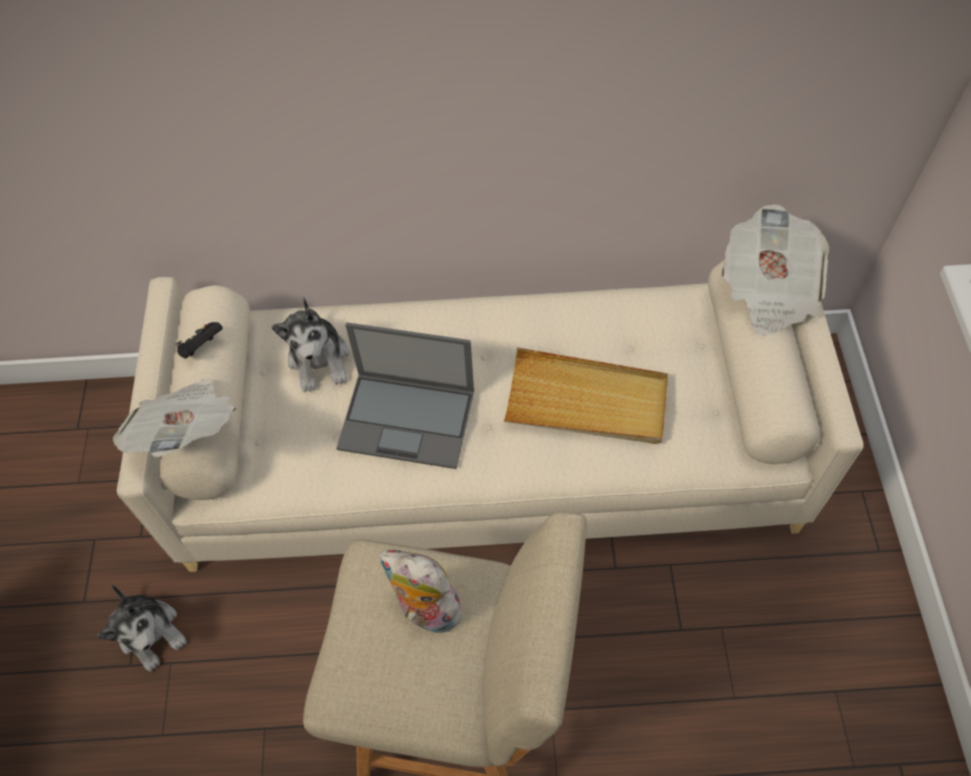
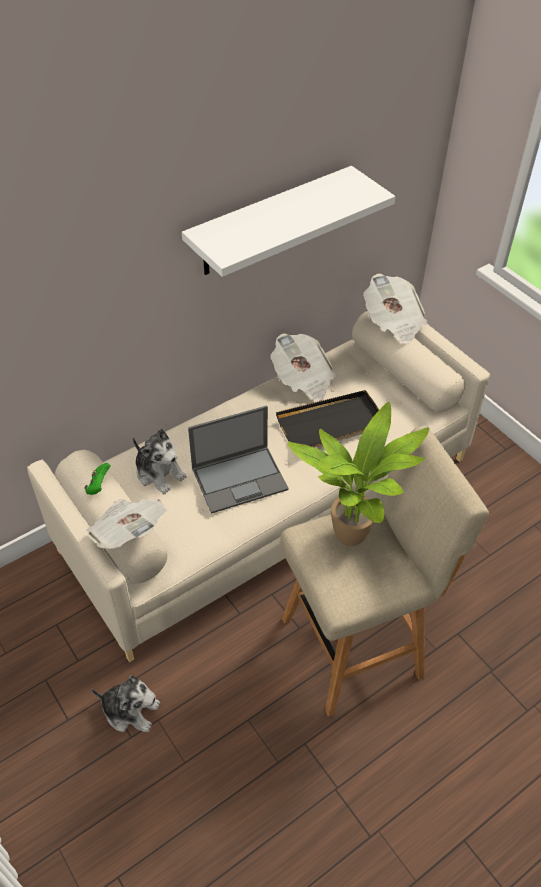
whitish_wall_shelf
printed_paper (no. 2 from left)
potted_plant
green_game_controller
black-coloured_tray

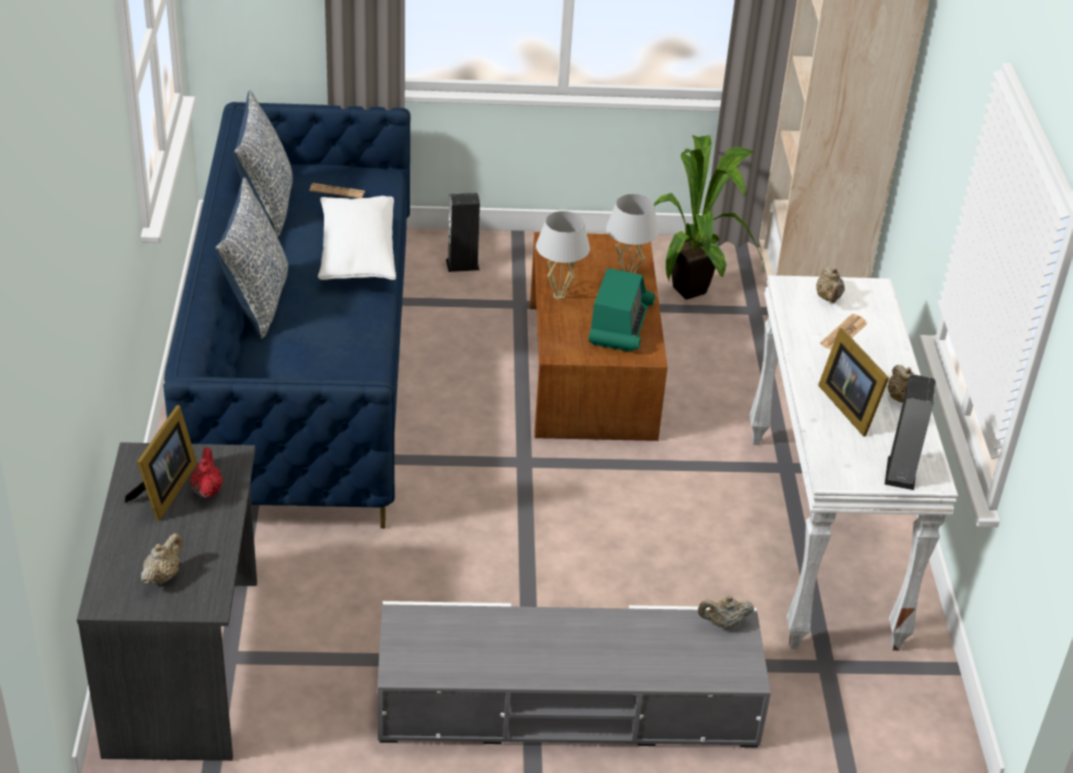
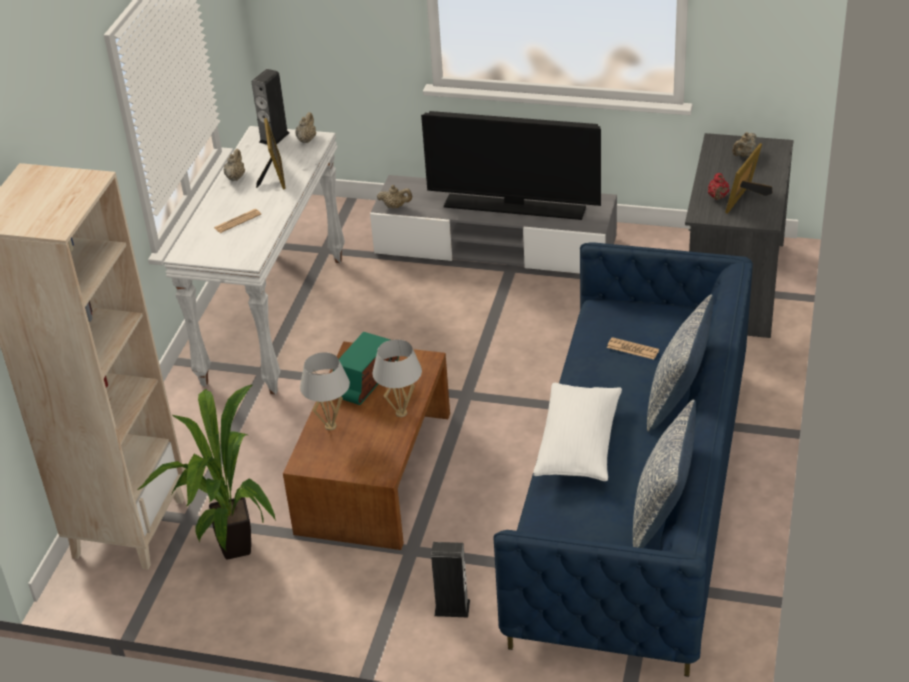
TV
printed_paper (no. 2 from left)
sand-coloured_teapot (no. 2 from left)

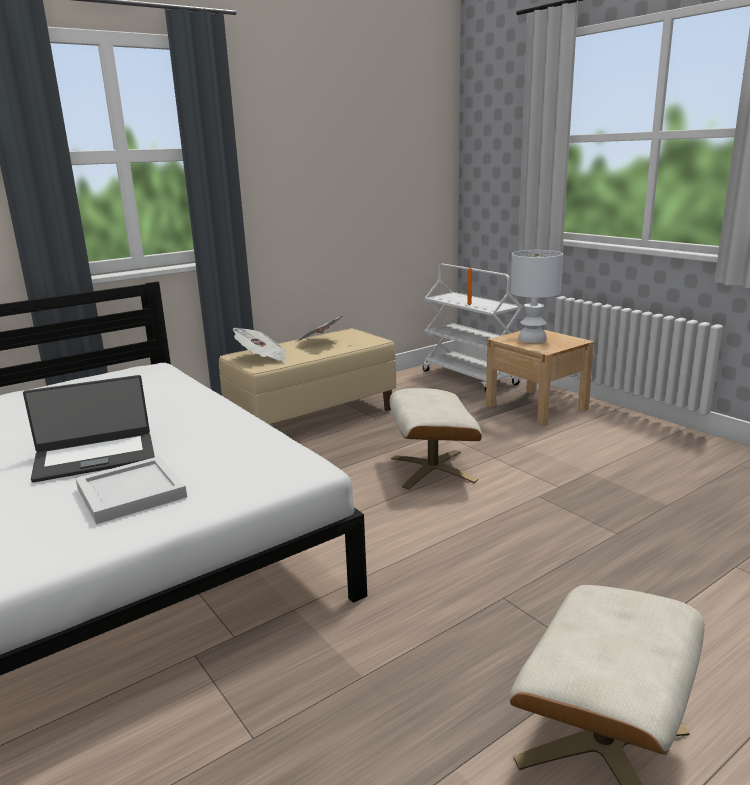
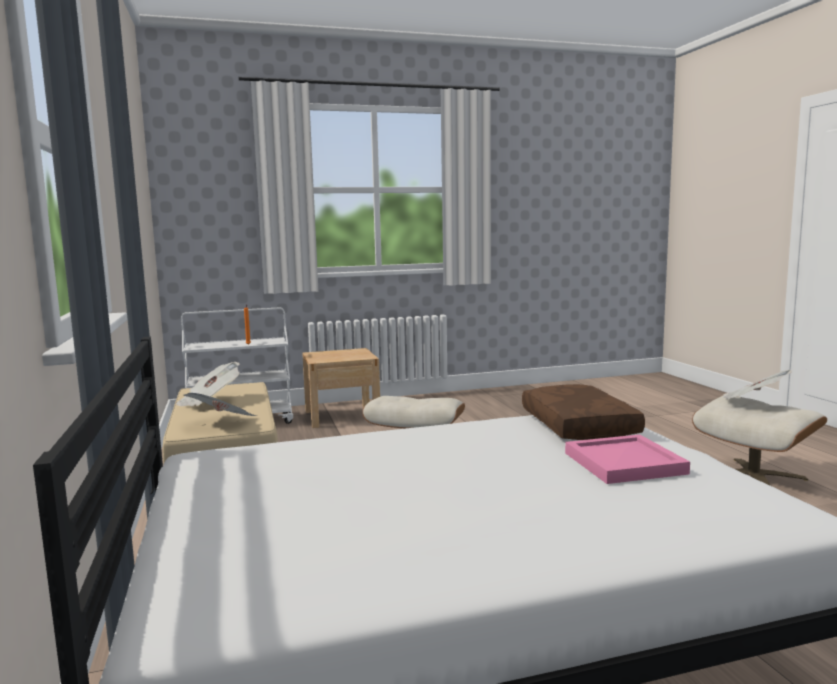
laptop
whitish_table_lamp
brownish_throw_pillow
printed_paper (no. 3 from left)
pink-coloured_tray

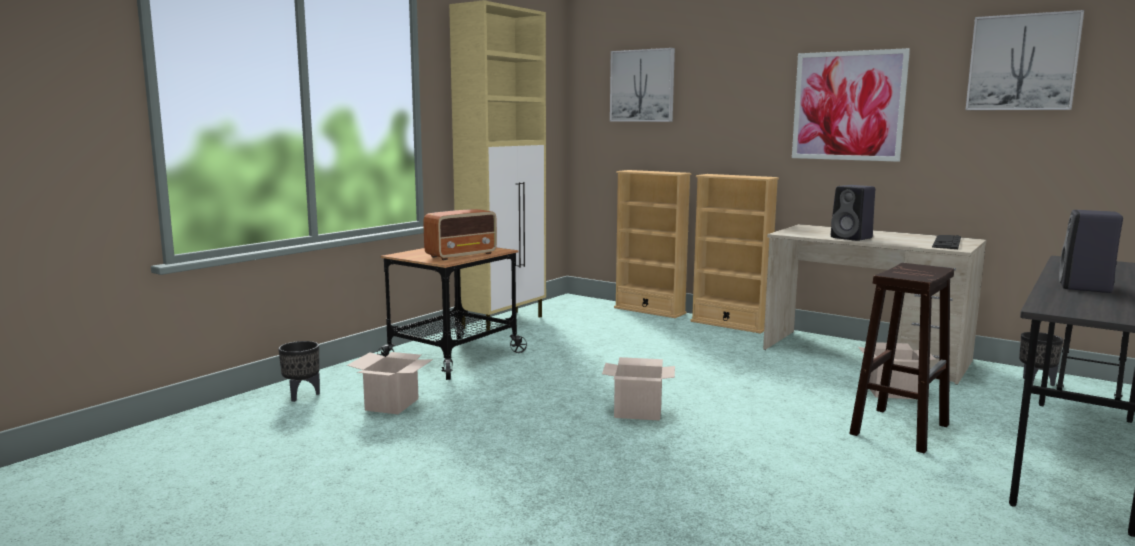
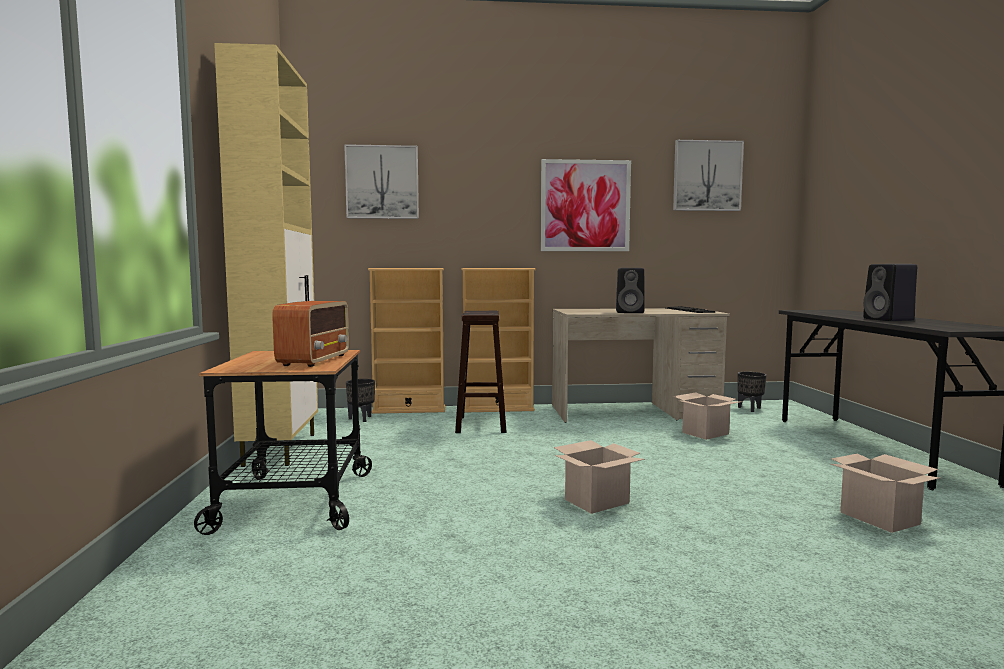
black-coloured_flower_pot (no. 1 from left)
carton (no. 3 from left)
brownish_stool

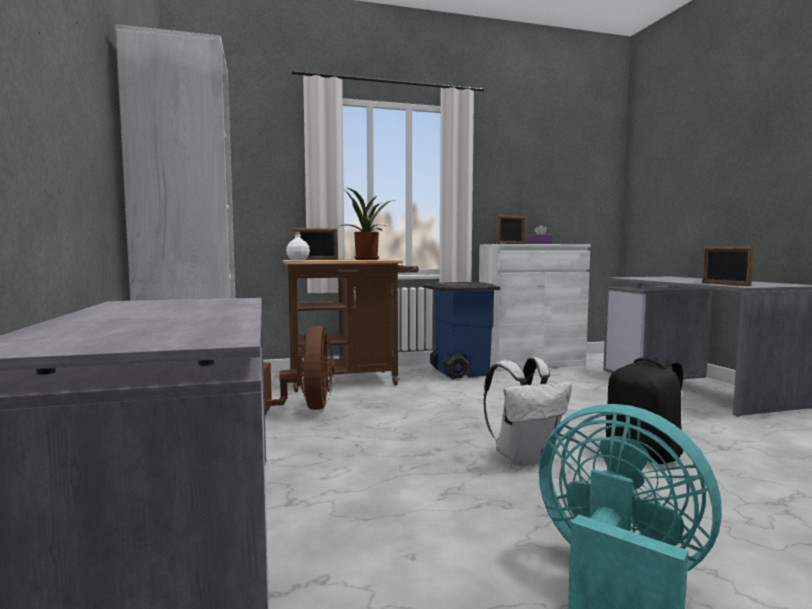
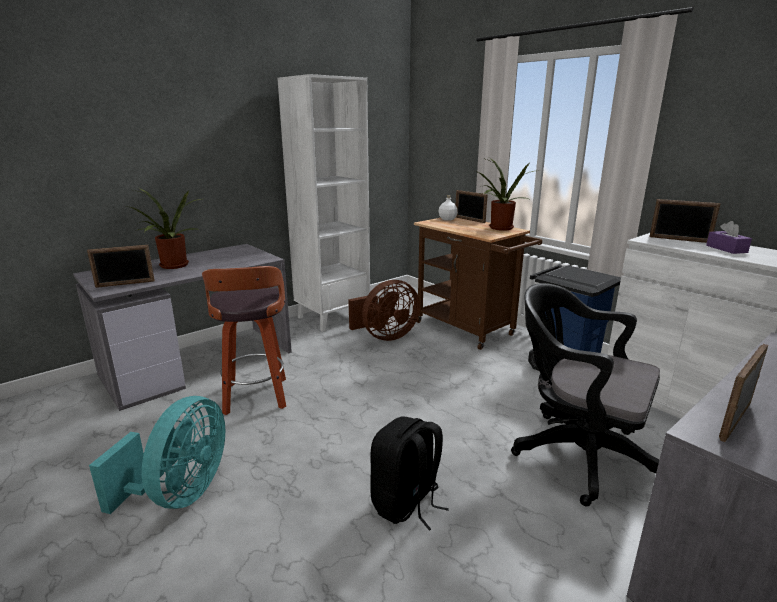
whitish_knapsack
picture_frame (no. 1 from left)
potted_plant (no. 1 from left)
stool
black-coloured_desk_chair

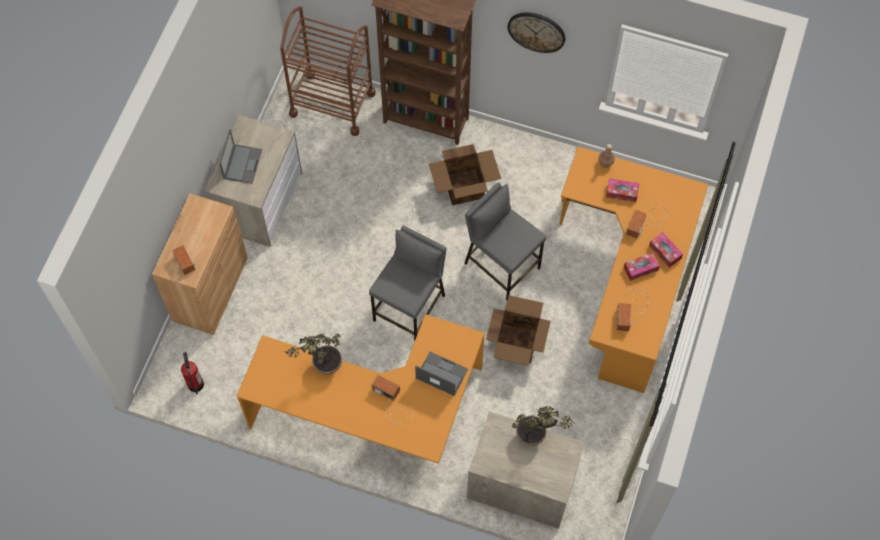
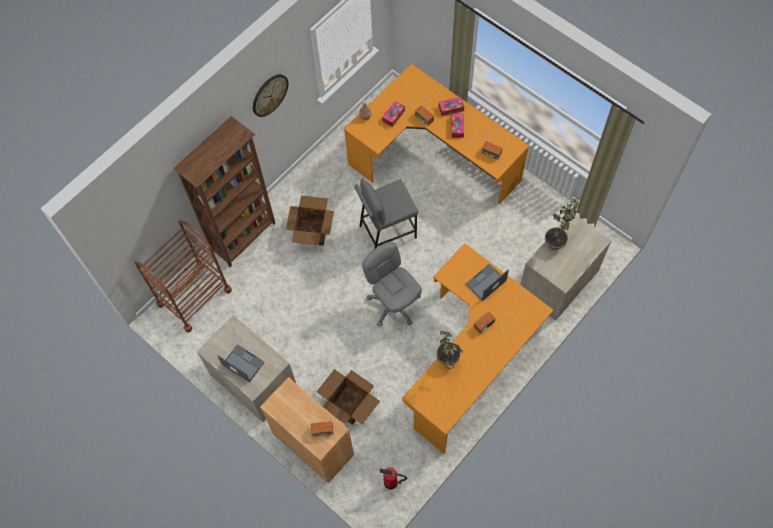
carton (no. 2 from left)
gray_desk_chair

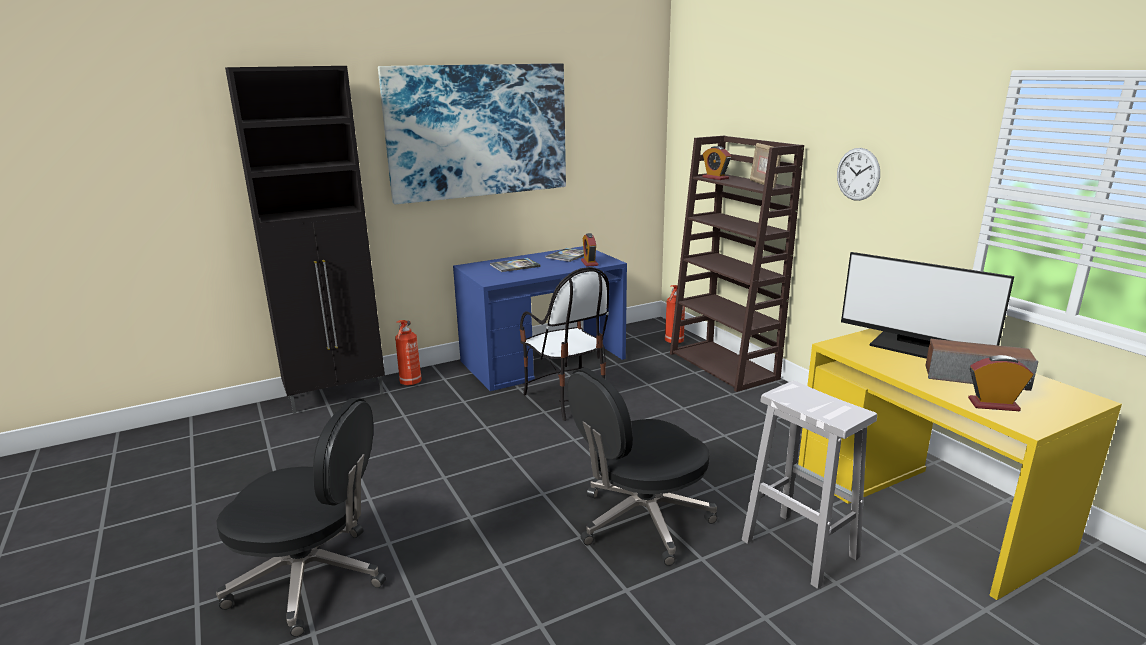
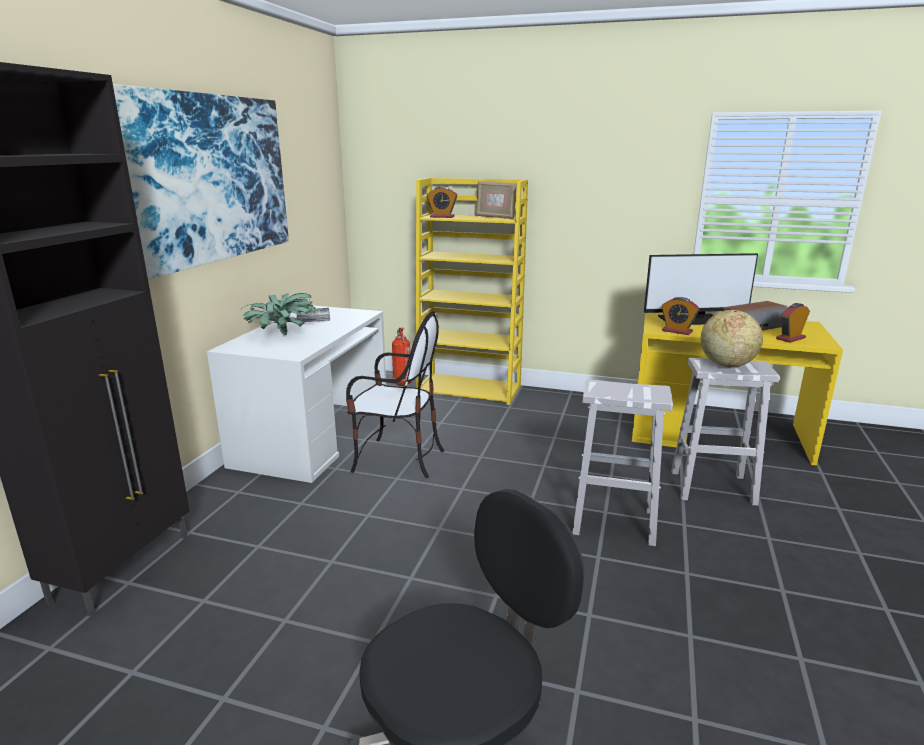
extinguisher (no. 1 from left in the first image)
wall_clock
world_globe
bedside_clock (no. 2 from left)
potted_plant
whitish_stool (no. 1 from left)
whitish_desk_unit
yellow_bookcase

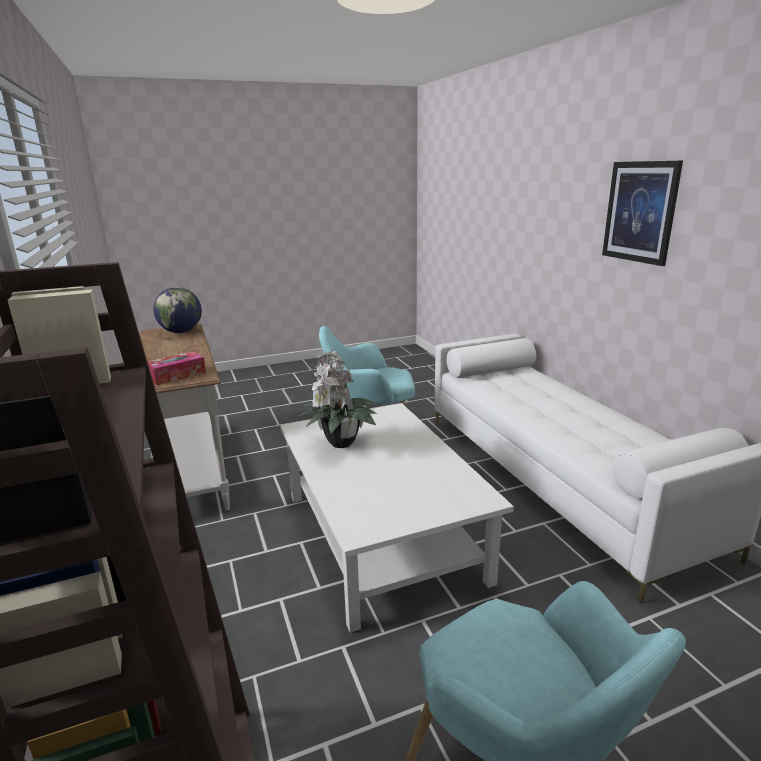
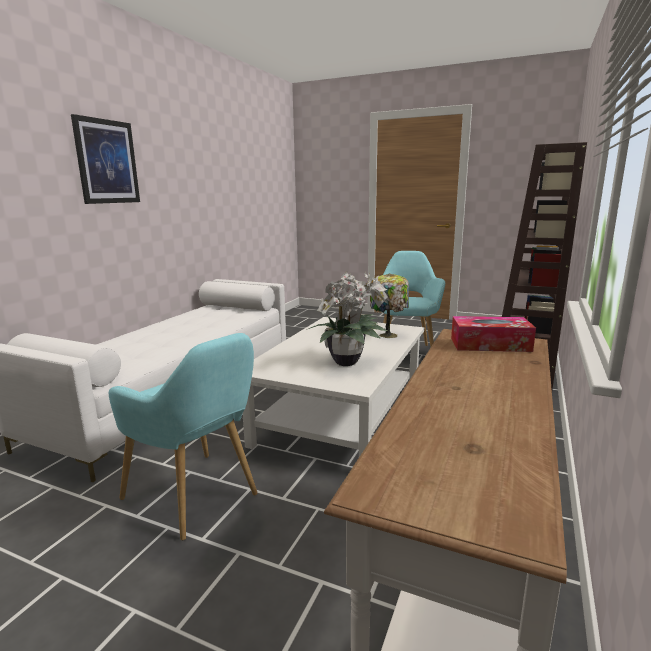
world_globe
table_lamp

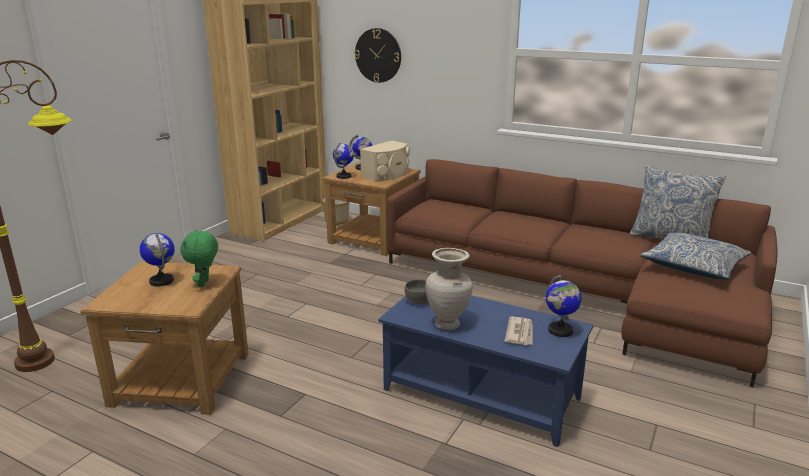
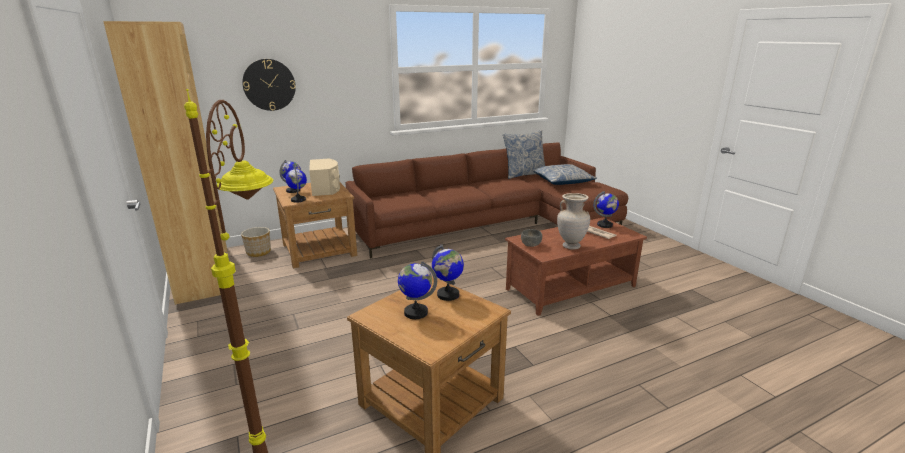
world_globe (no. 4 from left)
brownish_lounge_table

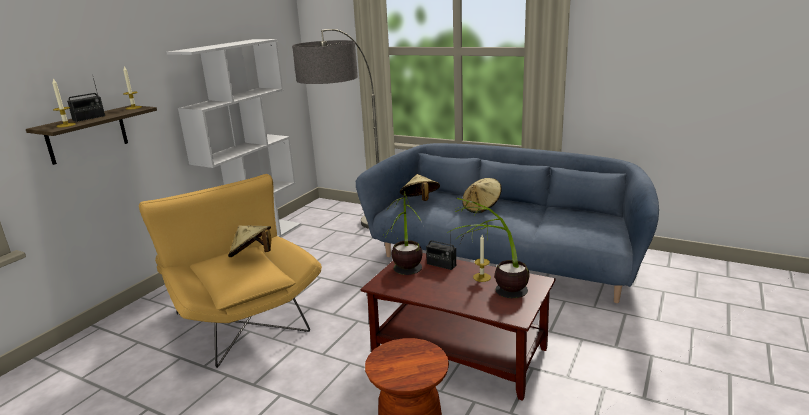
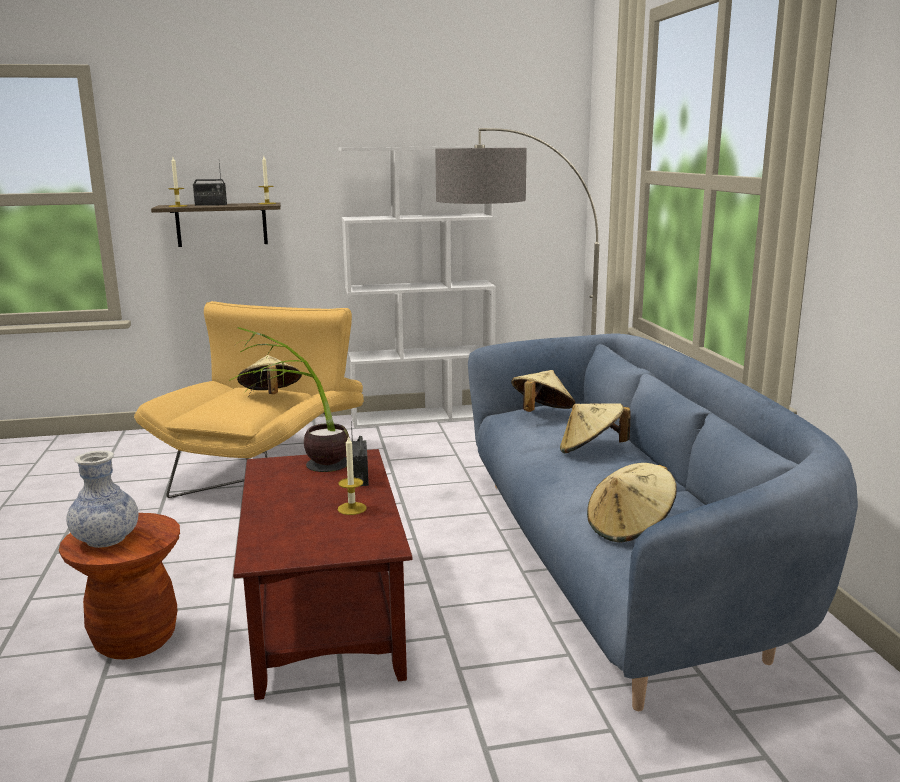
potted_plant (no. 2 from left in the first image)
vase
sand-coloured_hat (no. 4 from left)

